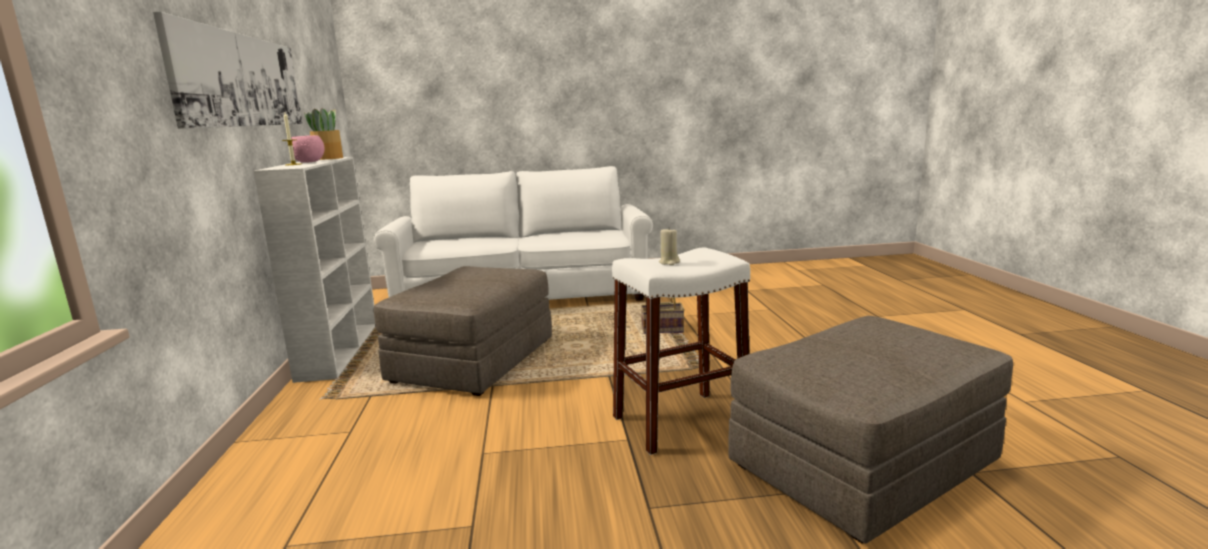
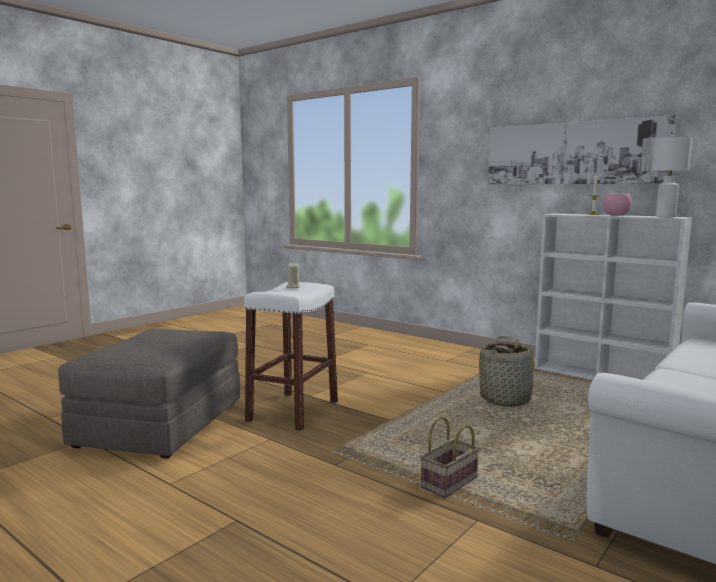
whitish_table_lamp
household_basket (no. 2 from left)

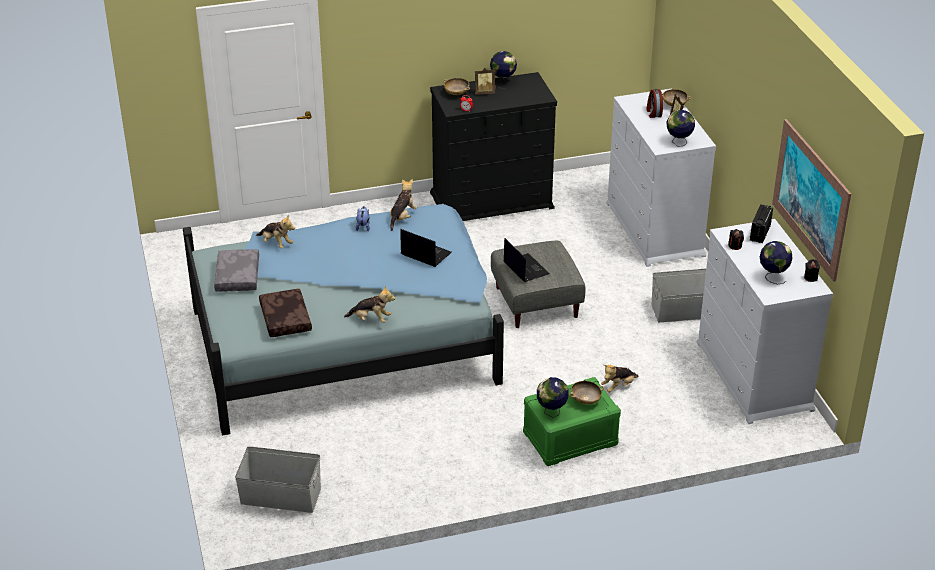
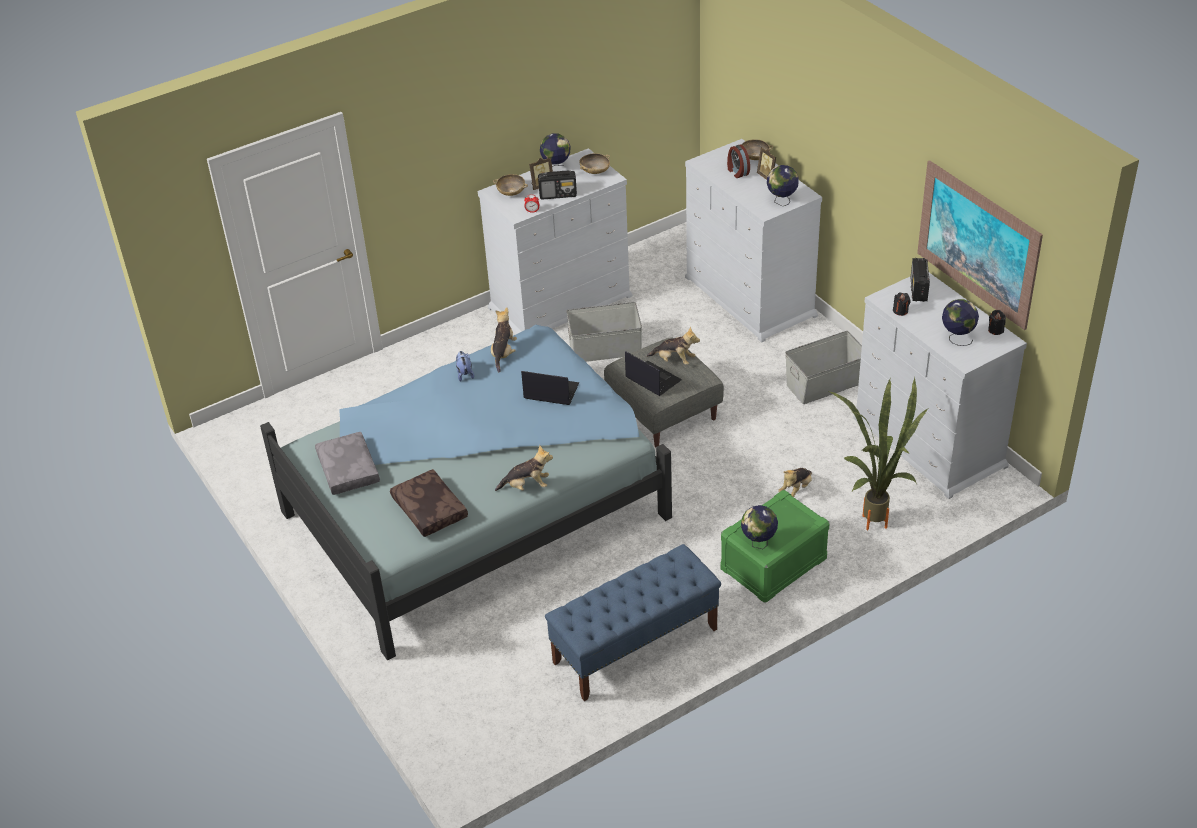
radio_receiver (no. 1 from left)
blue_long_seat
potted_plant
gray_storage_bin (no. 1 from left)
plush_toy (no. 4 from left)
sand-coloured_serving_bowl (no. 2 from left)
whitish_chest_of_drawers (no. 1 from left)

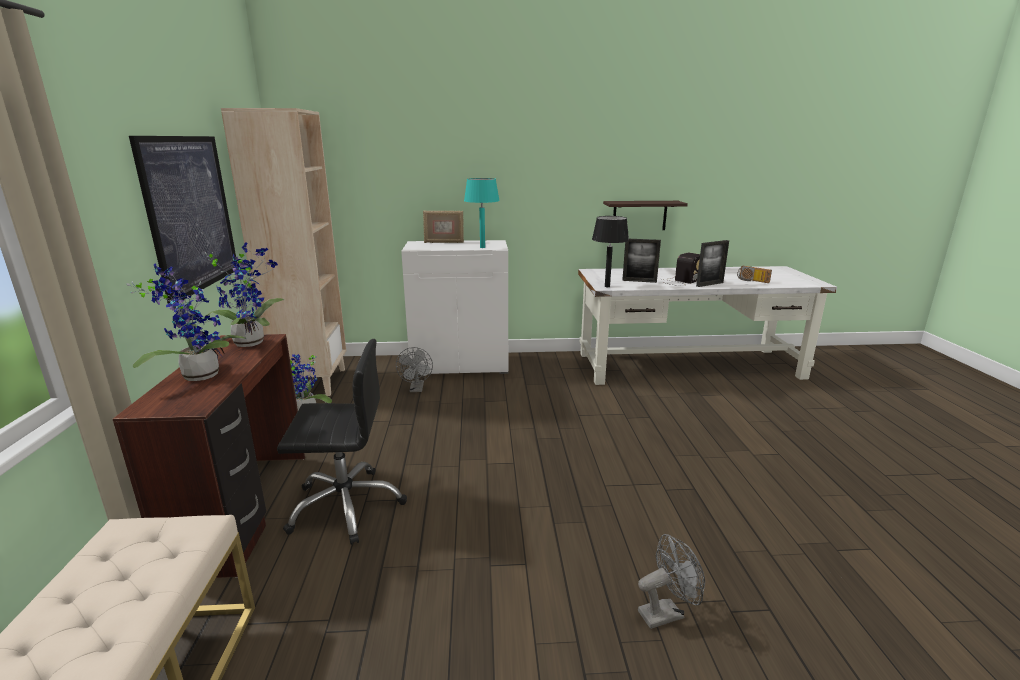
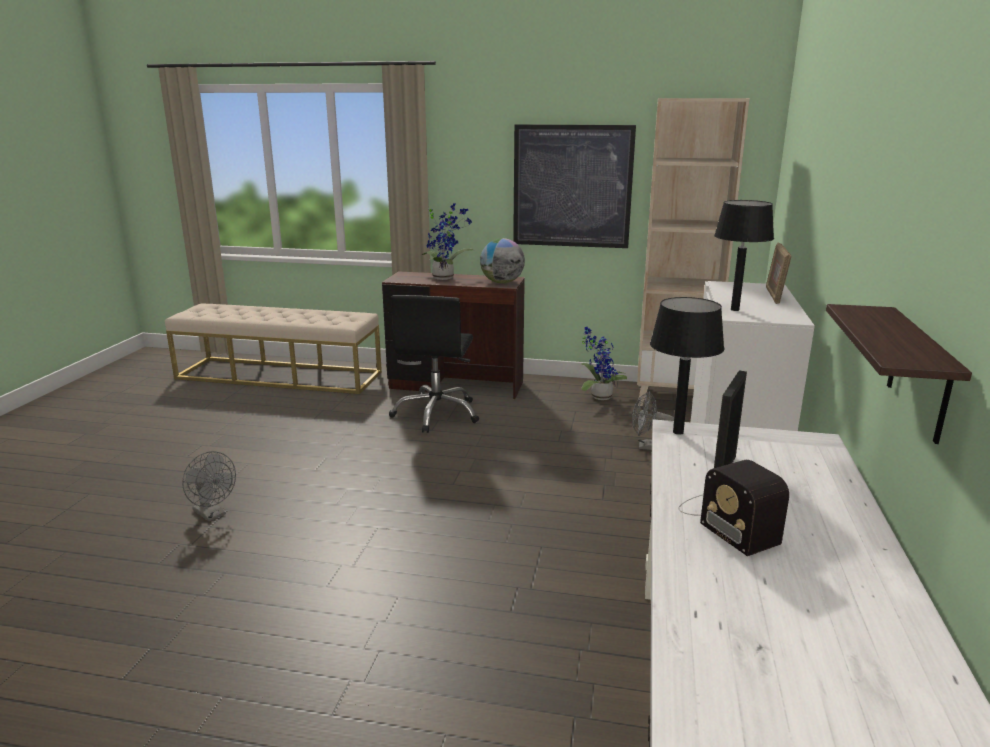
picture_frame (no. 3 from left in the first image)
radio_receiver (no. 2 from left in the first image)
world_globe
black-coloured_table_lamp (no. 2 from left)
gray_electric_fan (no. 1 from left)

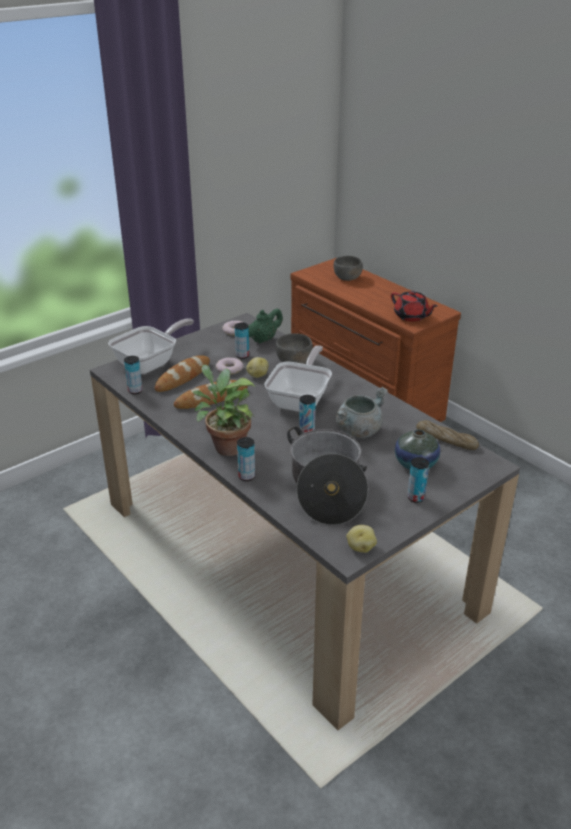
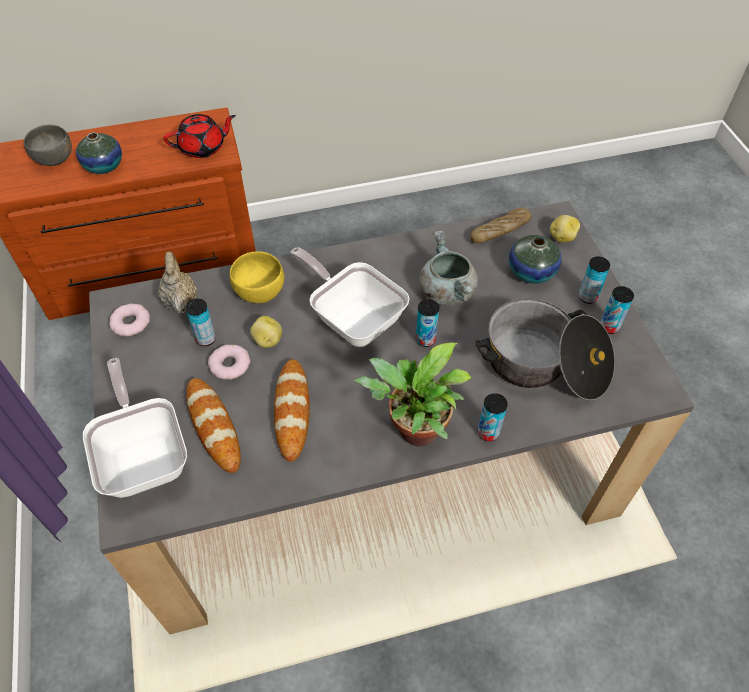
vase (no. 1 from left)
sealed_can (no. 5 from left)
whole_potato (no. 2 from left)
sand-coloured_teapot
yellow_serving_bowl

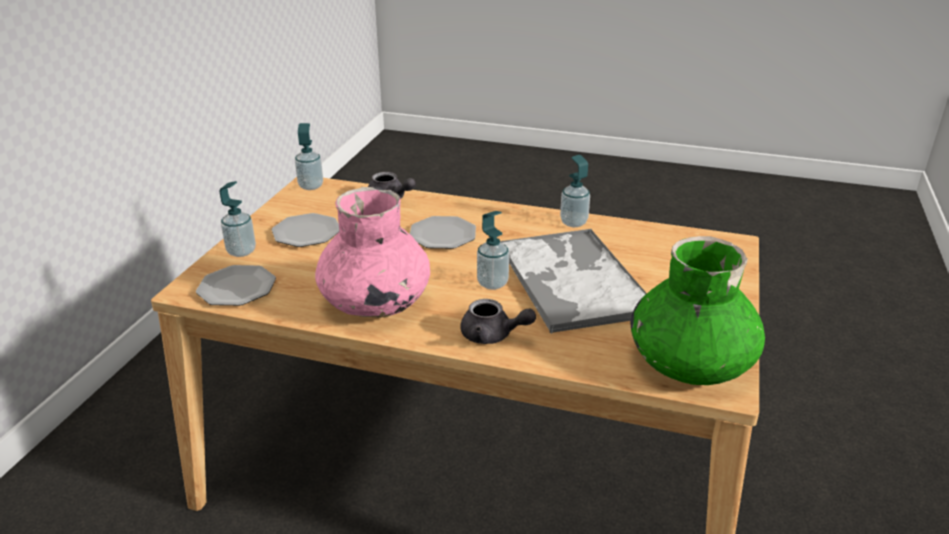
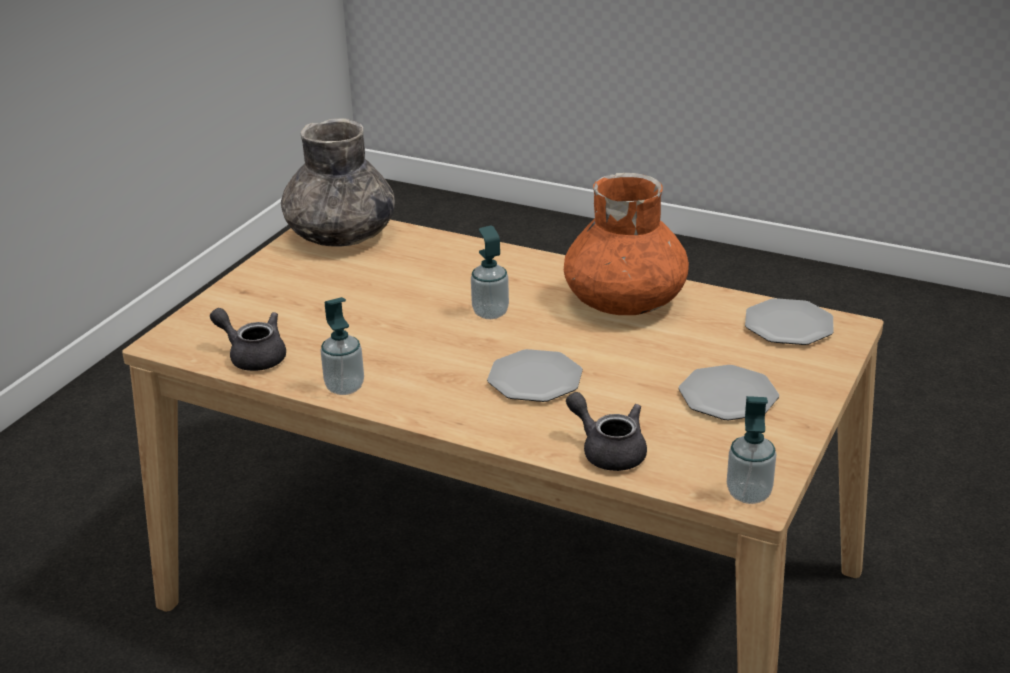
liquid_soap_bottle (no. 1 from left in the first image)
tray
gray_teapot (no. 1 from left)
orange_vase
gray_vase

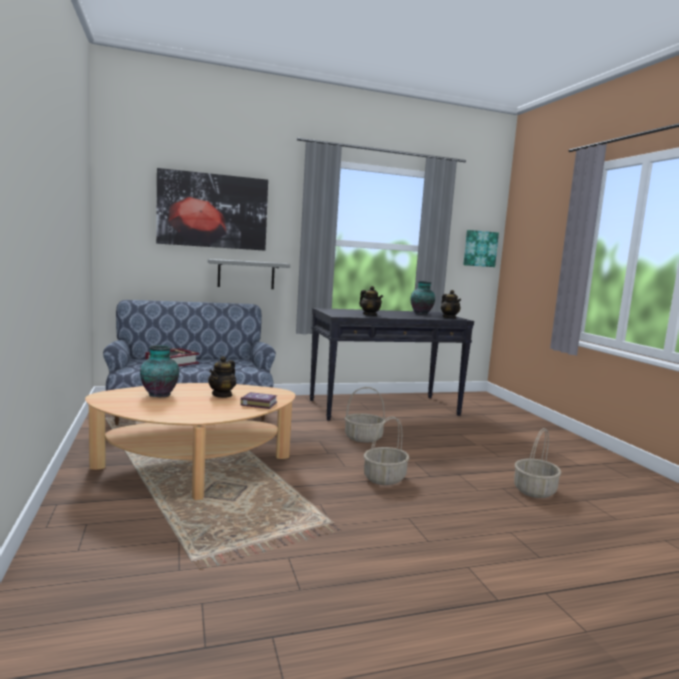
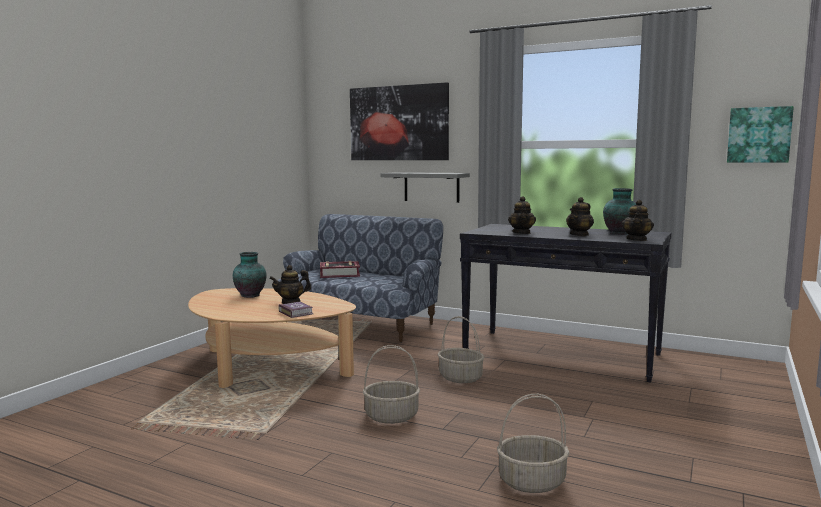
teapot (no. 3 from left)

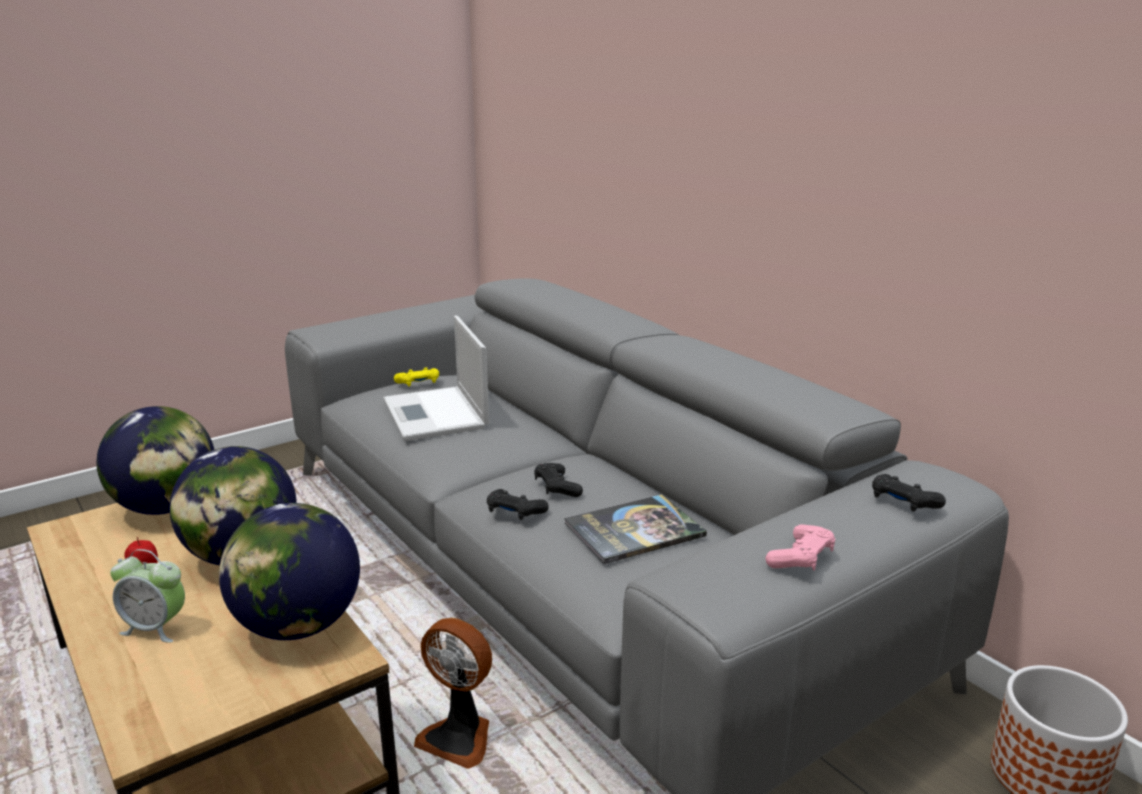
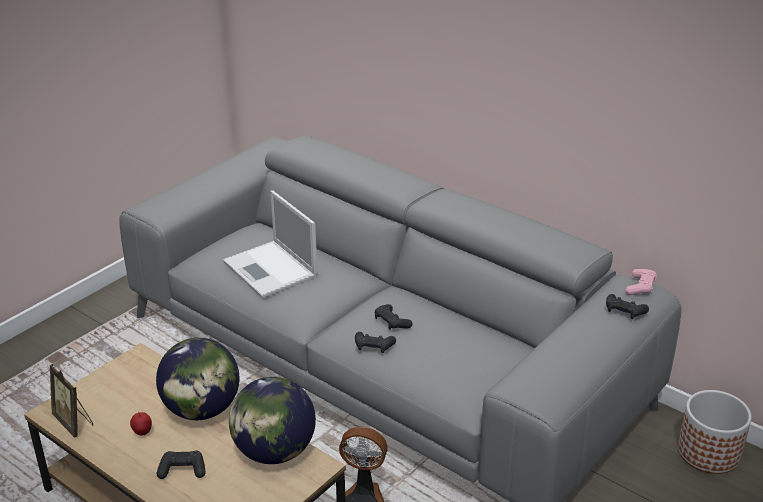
world_globe (no. 1 from left in the first image)
yellow_game_controller
volume
picture_frame
pink-coloured_game_controller
black-coloured_game_controller (no. 1 from left)

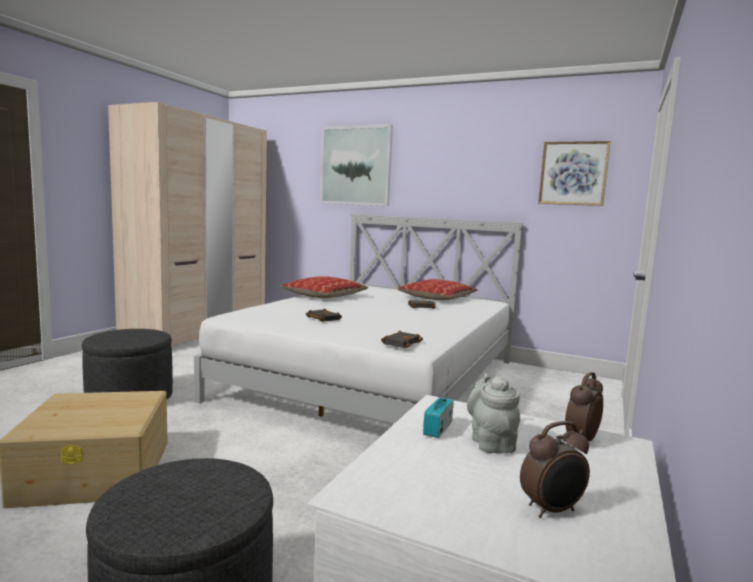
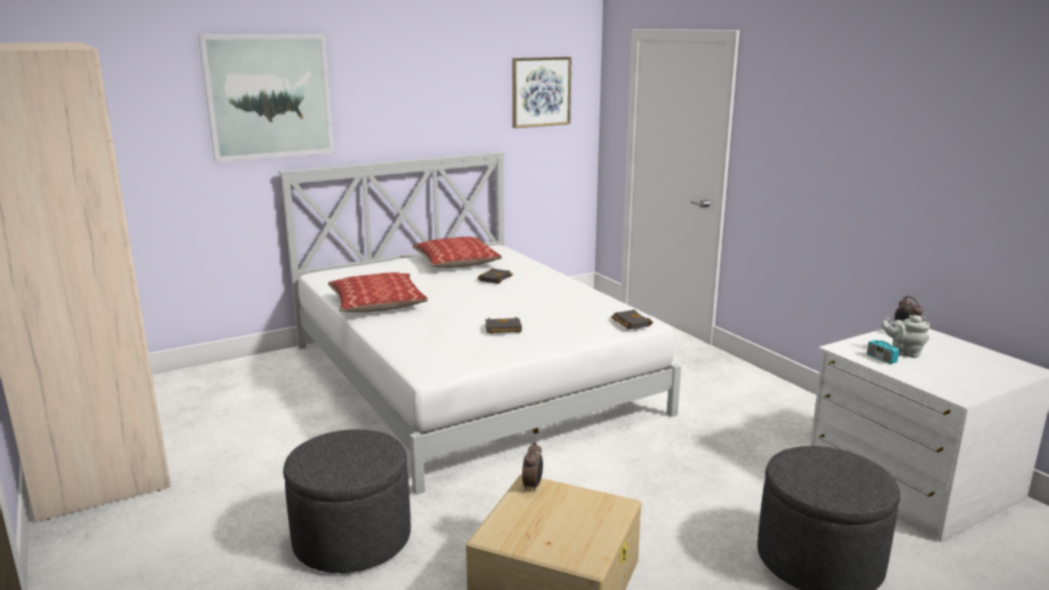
bedside_clock (no. 1 from left)

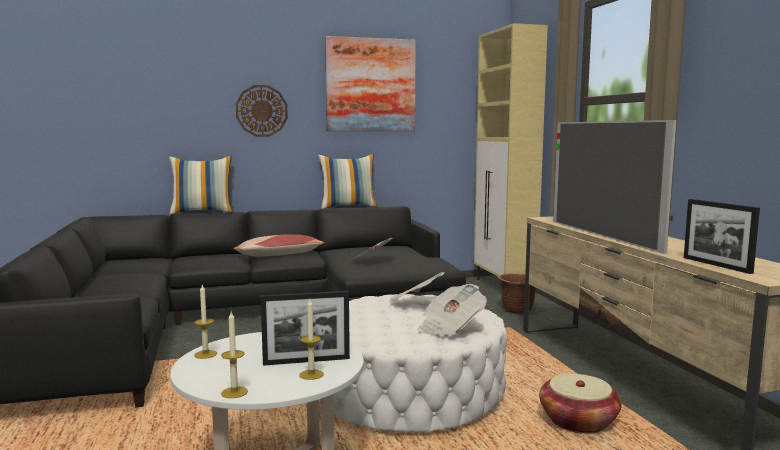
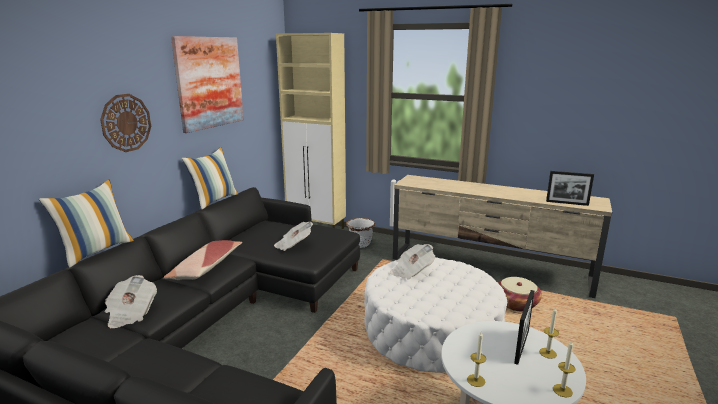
TV
printed_paper (no. 1 from left)
whitish_flower_pot

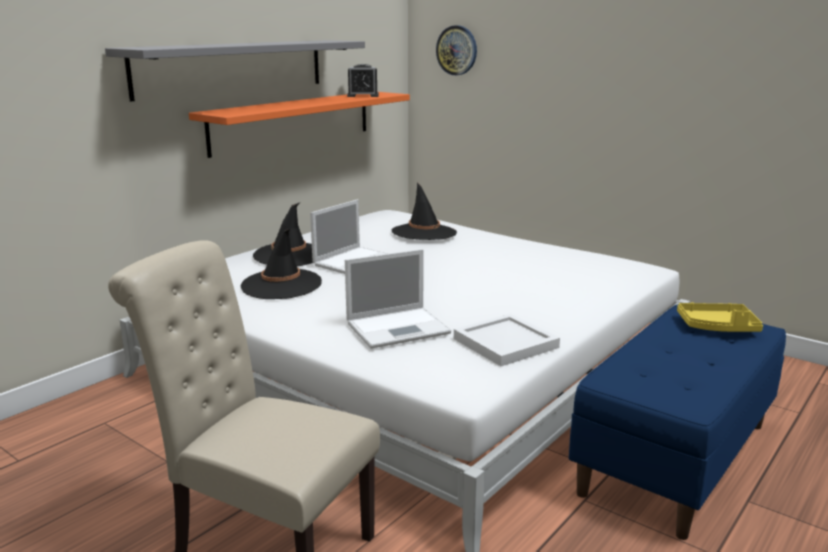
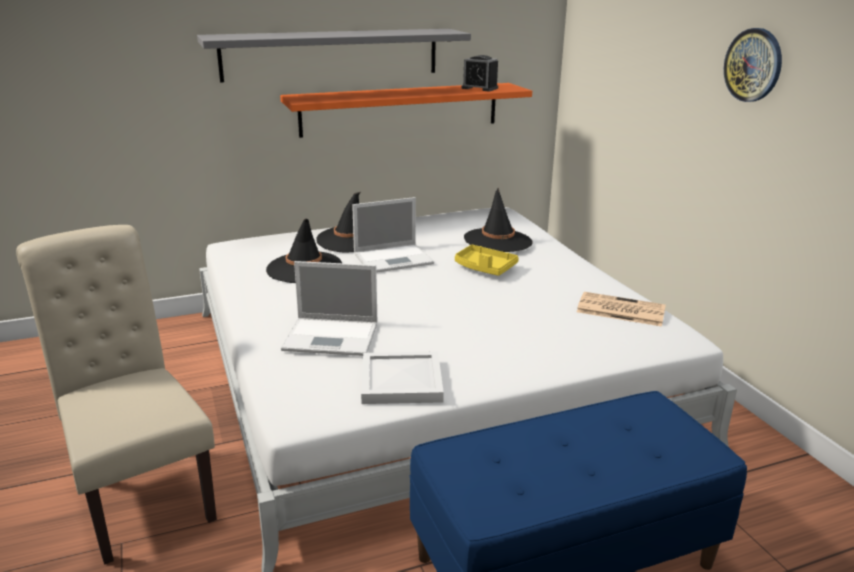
printed_paper
wall_clock
yellow_tray

